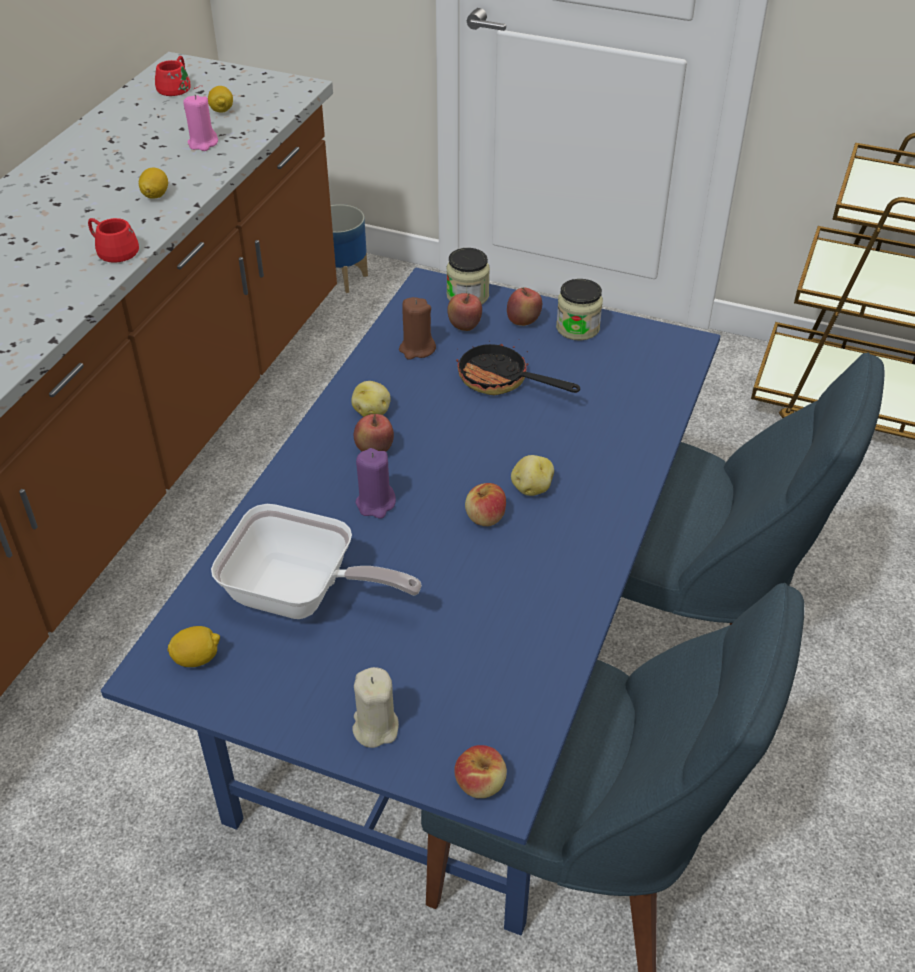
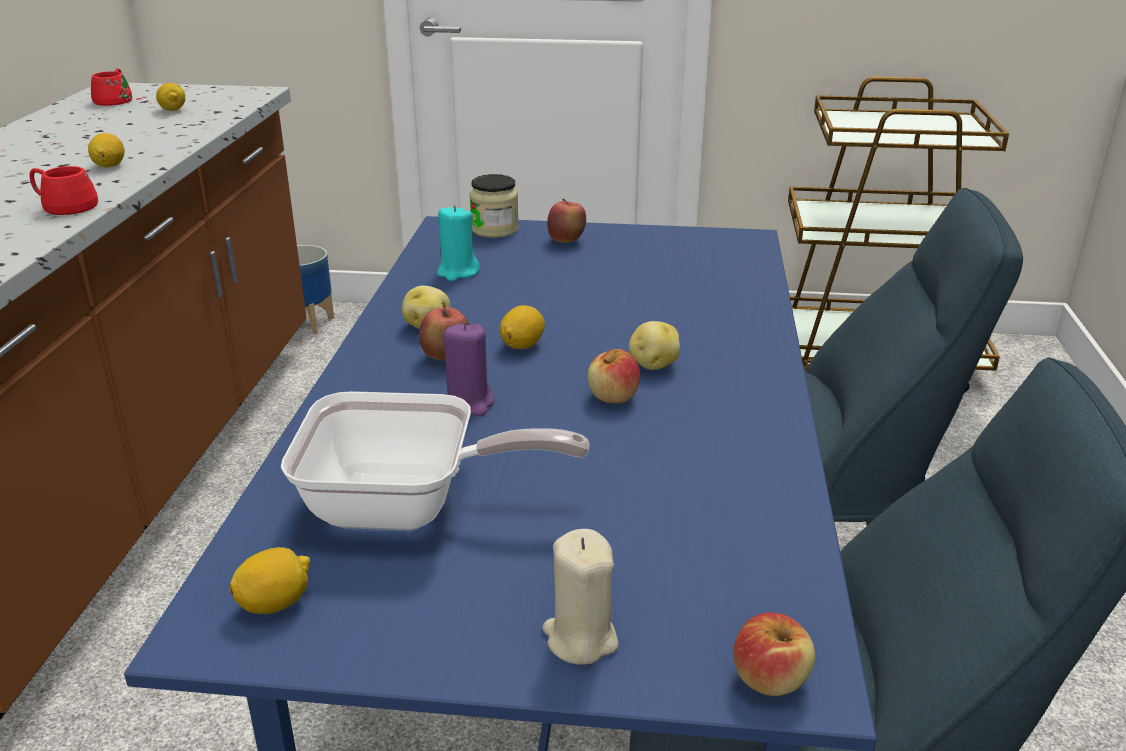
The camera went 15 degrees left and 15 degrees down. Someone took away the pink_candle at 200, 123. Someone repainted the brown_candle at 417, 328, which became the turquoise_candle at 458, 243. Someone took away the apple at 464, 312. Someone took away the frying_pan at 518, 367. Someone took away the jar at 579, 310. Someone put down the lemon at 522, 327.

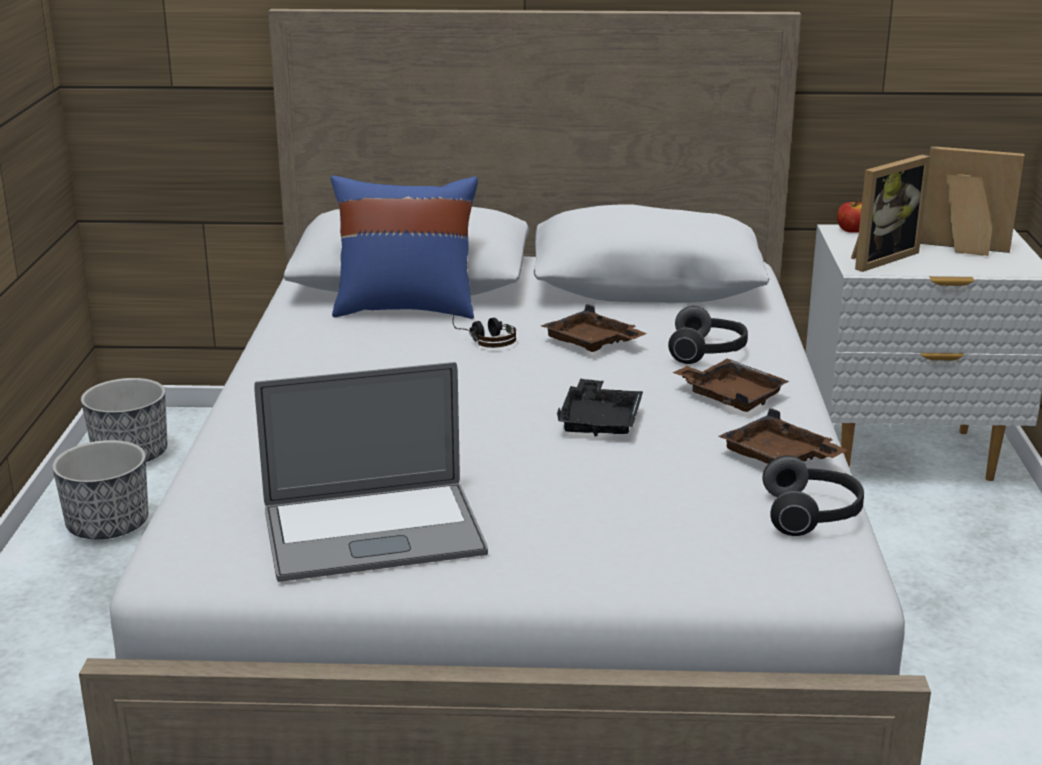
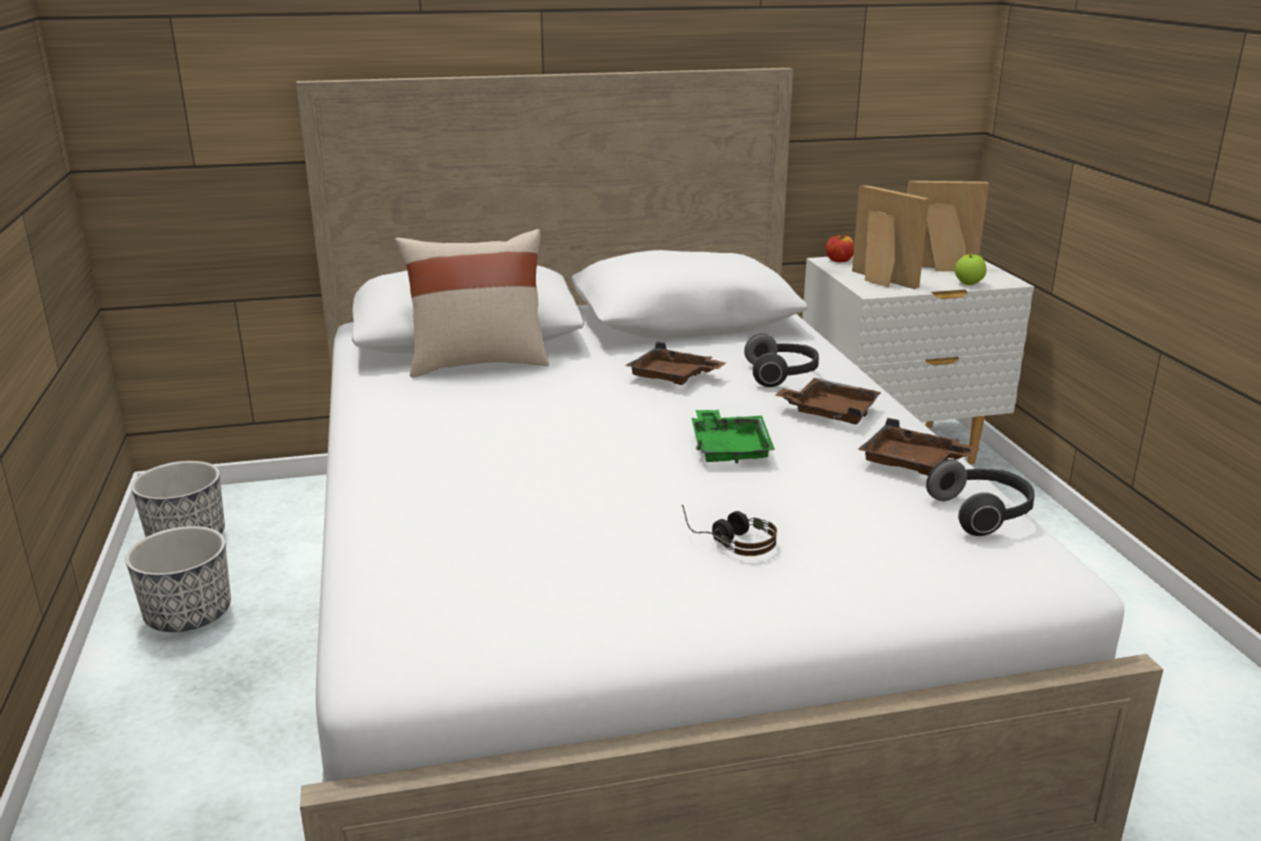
The camera went 15 degrees left and 0 degrees up. Someone took away the laptop at 371, 472. Someone repainted the blue_pillow at 404, 247, which became the beige_pillow at 472, 303. Someone carried the headphones from 484, 328 to 729, 530. Someone repainted the black_tray at 600, 407, which became the green_tray at 733, 437. Someone rotated the picture_frame at 891, 213 by 75 degrees counterclockwise. Someone put down the apple at 971, 269.

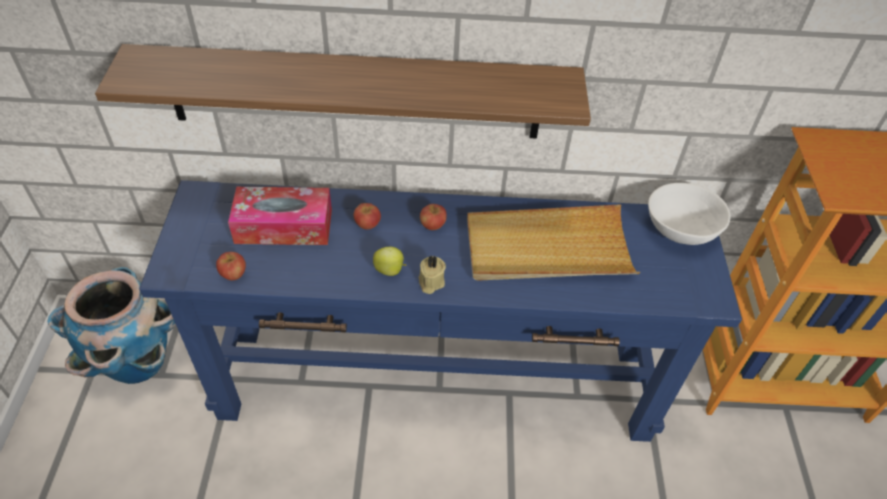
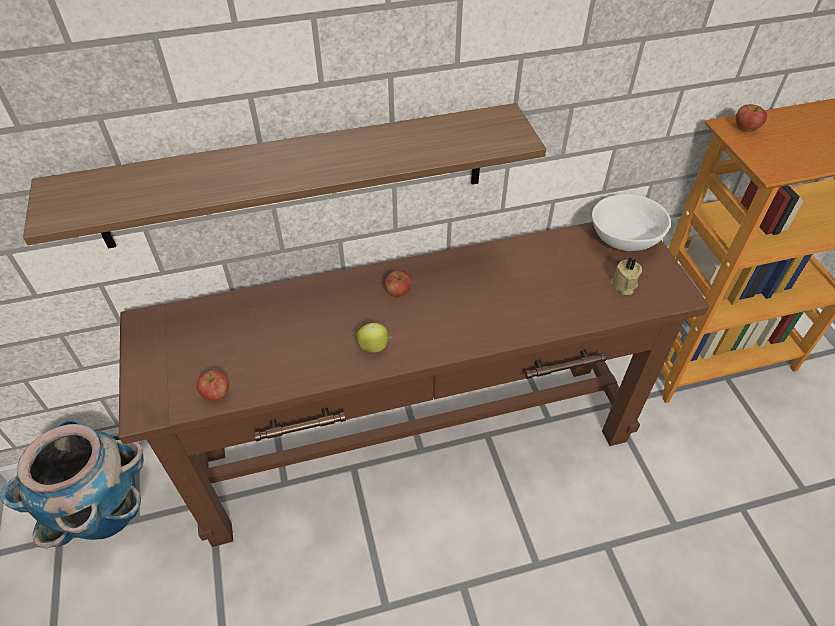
The camera went 15 degrees left and 0 degrees up. Someone repainted the blue_console_table at 440, 311, which became the brown_console_table at 413, 384. Someone took away the tissue_box at 280, 216. Someone carried the apple from 367, 216 to 751, 118. Someone carried the beige_candle from 432, 275 to 626, 276. Someone took away the beige_tray at 553, 242.

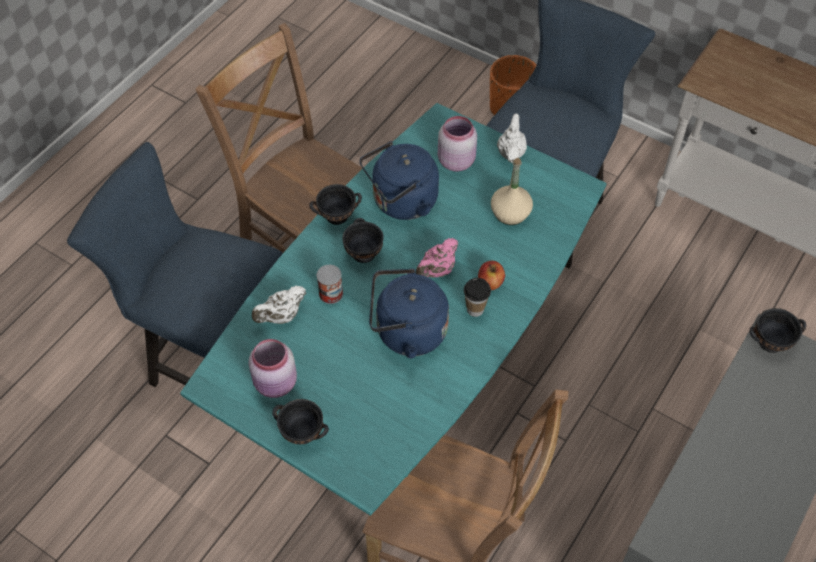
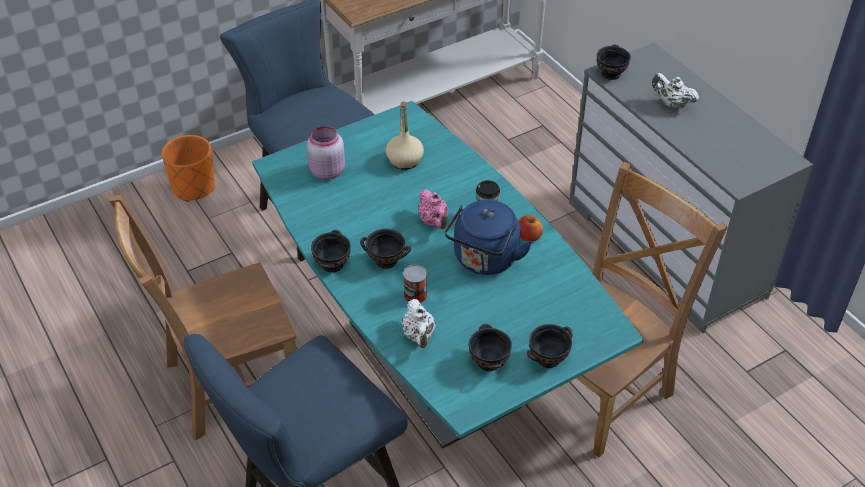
The camera went 65 degrees left and 10 degrees down. Someone swapped the pink_jar at 272, 368 for the black_bowl at 490, 347. Someone took away the blue_kettle at 399, 180. Someone carried the apple from 491, 275 to 531, 228. Someone carried the white_teapot from 512, 138 to 675, 91.

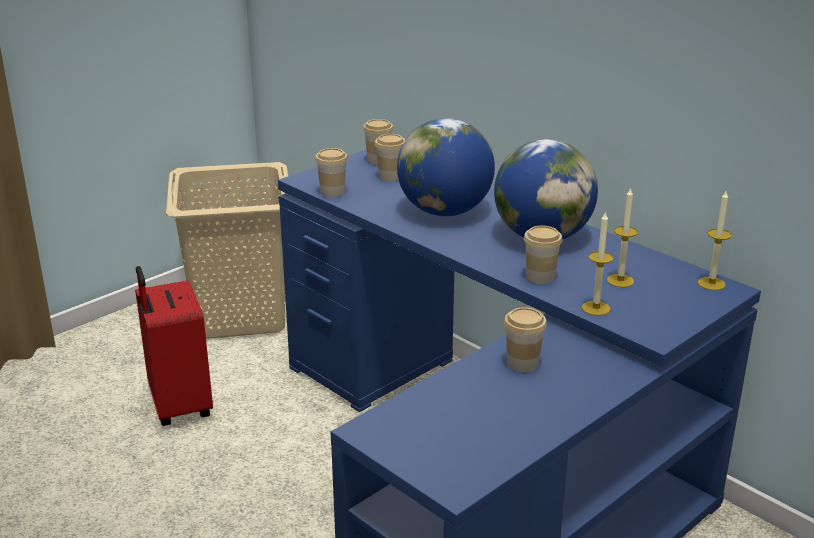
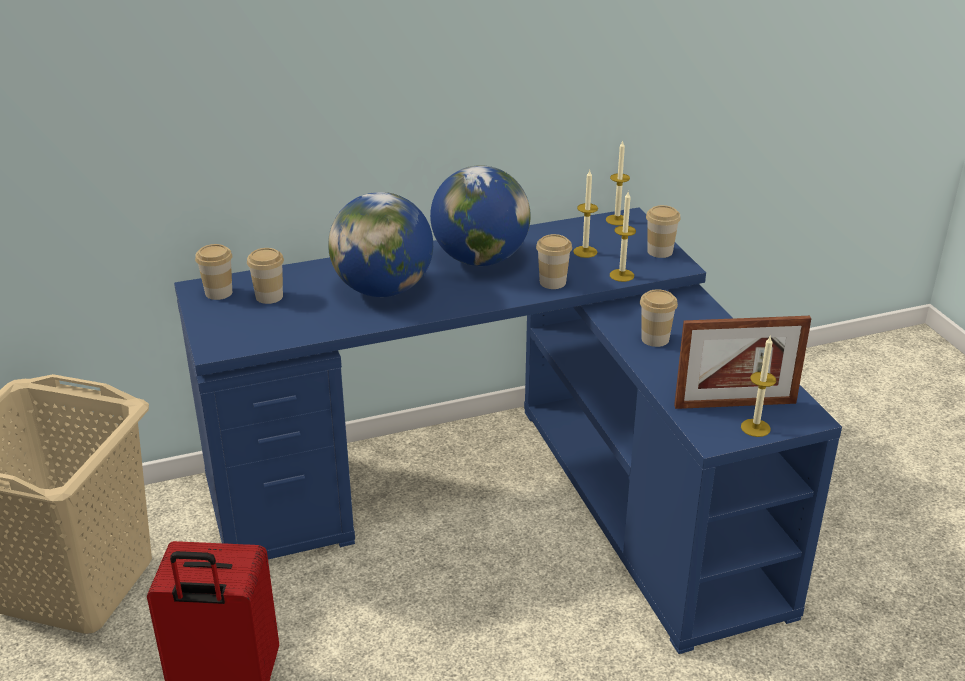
The camera went 65 degrees left and 5 degrees up. Someone carried the cup from 331, 173 to 663, 231. Someone put down the picture_frame at 742, 362. Someone put down the candle at 758, 386.

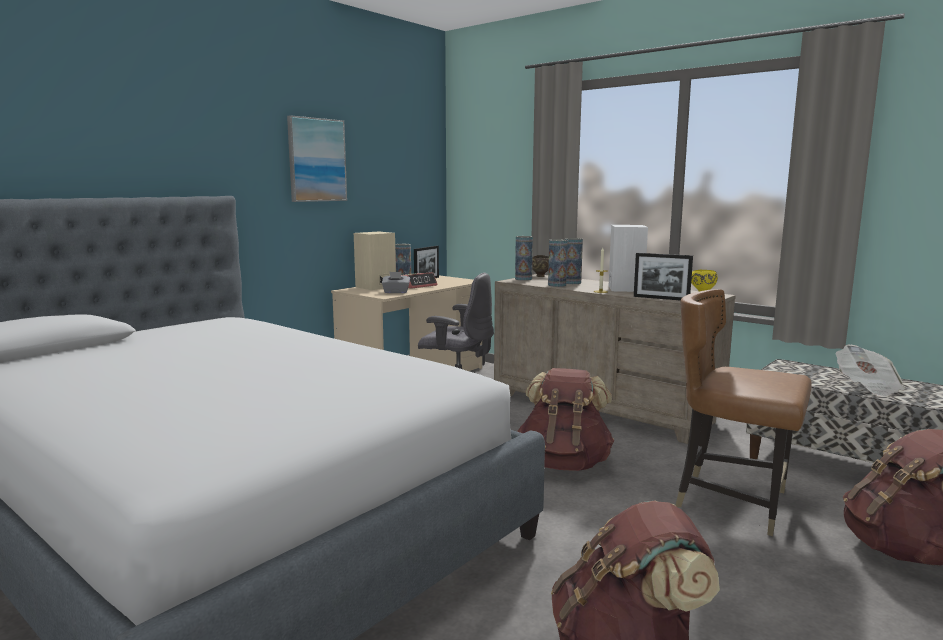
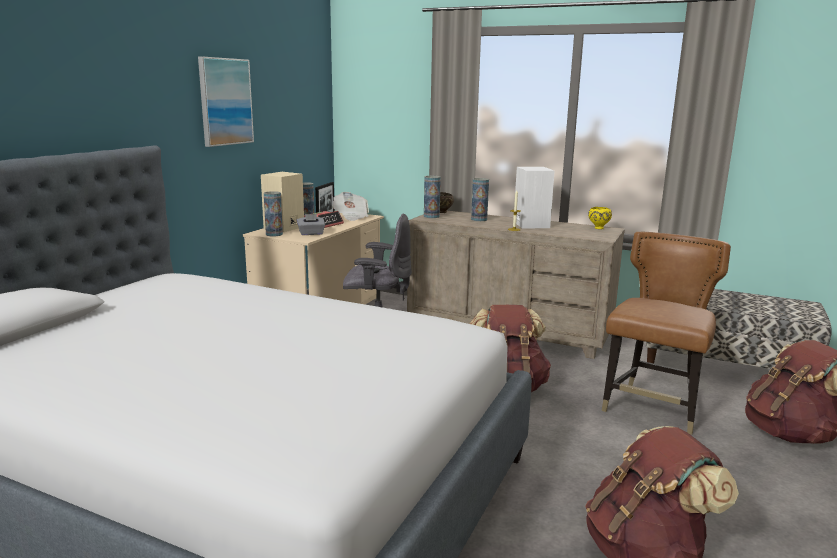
The camera went 15 degrees left and 5 degrees up. Someone carried the vase from 558, 263 to 273, 213. Someone took away the picture_frame at 663, 277. Someone rotated the brown_chair at 743, 412 by 105 degrees clockwise. Someone carried the newspaper from 870, 371 to 350, 206.

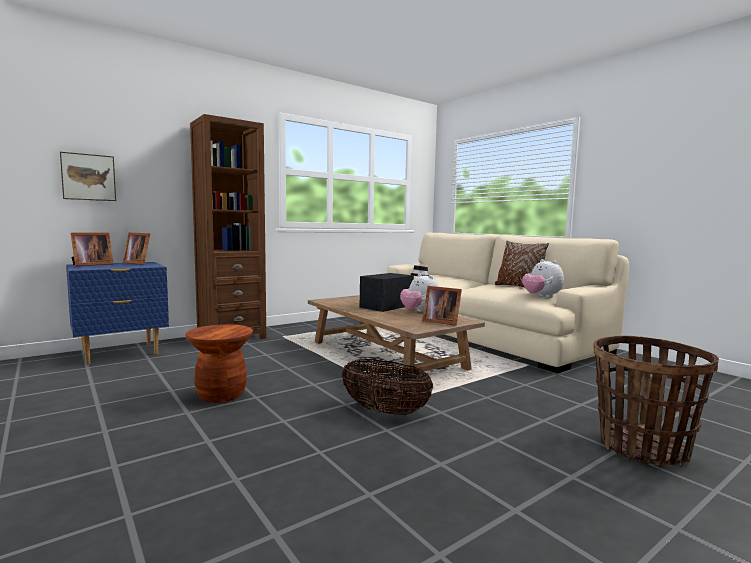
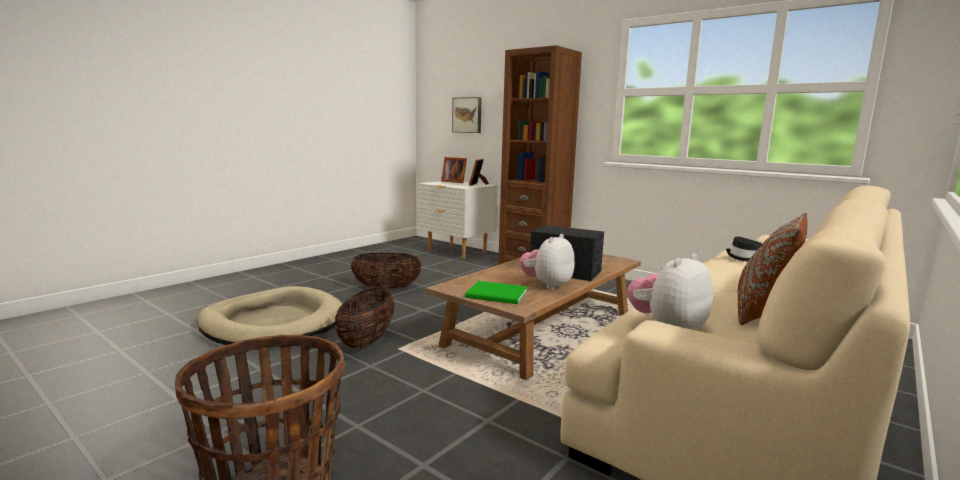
The camera went 75 degrees right and 5 degrees up. Someone repainted the blue_nightstand at 117, 313, which became the white_nightstand at 458, 220. Someone swapped the brown_stool at 219, 363 for the basket at 386, 271. Someone swapped the picture_frame at 442, 306 for the green_book at 496, 292. Someone put down the beige_dog_bed at 269, 315.

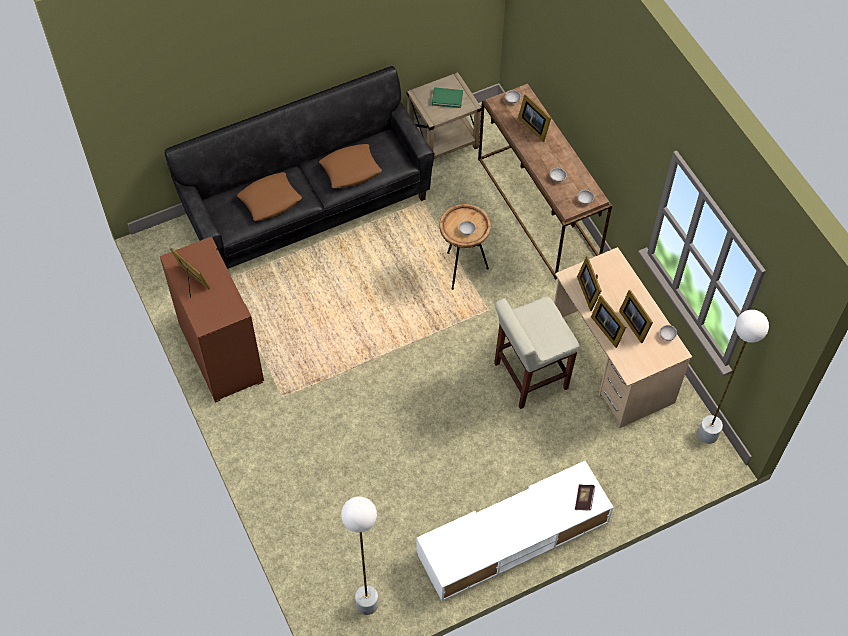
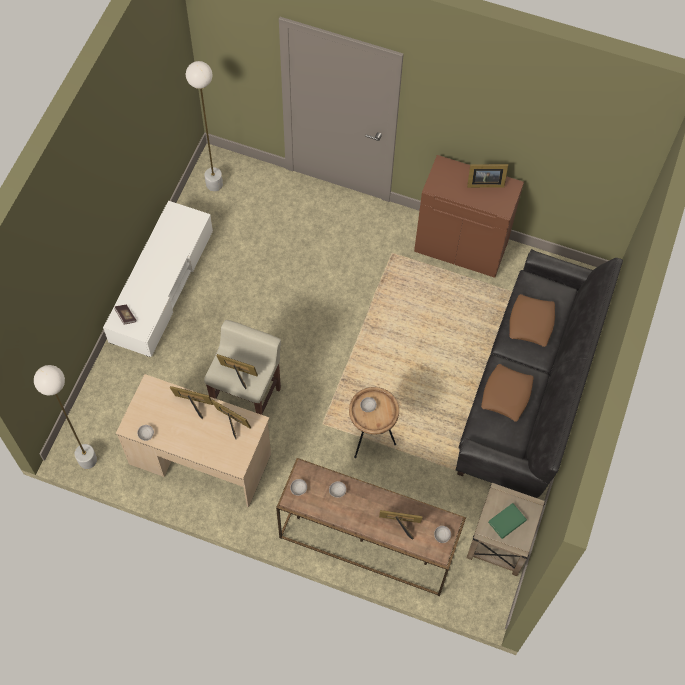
The camera went 135 degrees right and 5 degrees up. Someone carried the picture_frame from 636, 316 to 237, 371.

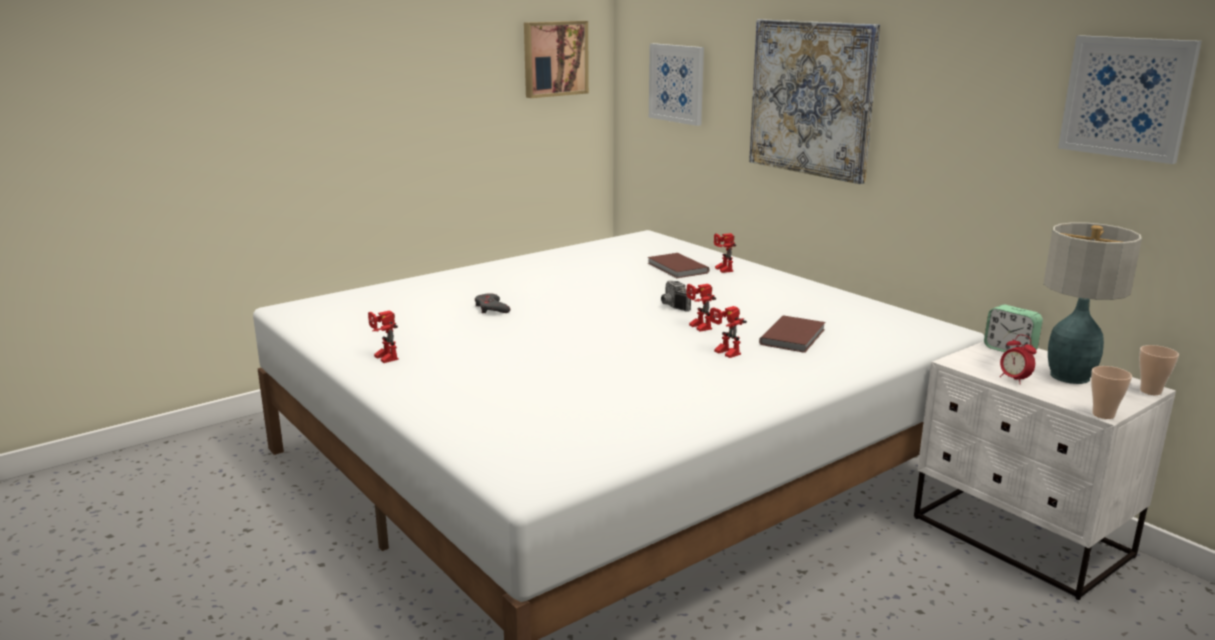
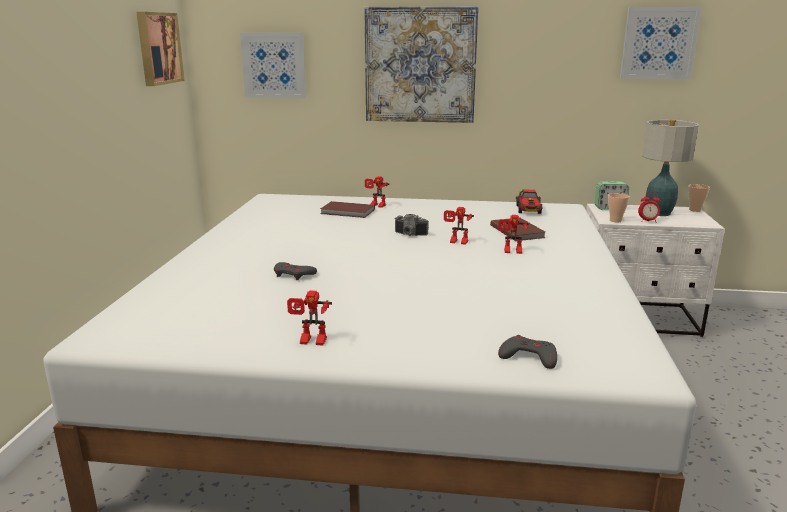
The camera went 45 degrees left and 0 degrees up. Someone carried the cup from 1111, 392 to 619, 207. Someone put down the grey_game_controller at 527, 352. Someone put down the toy_car at 529, 201.

